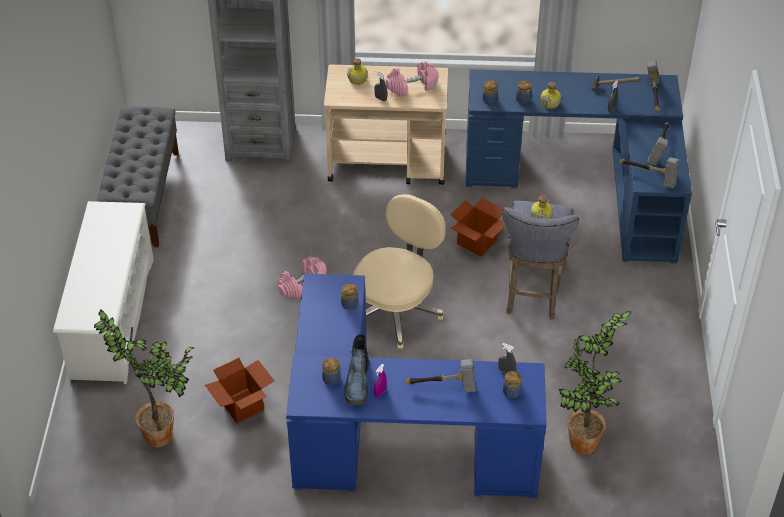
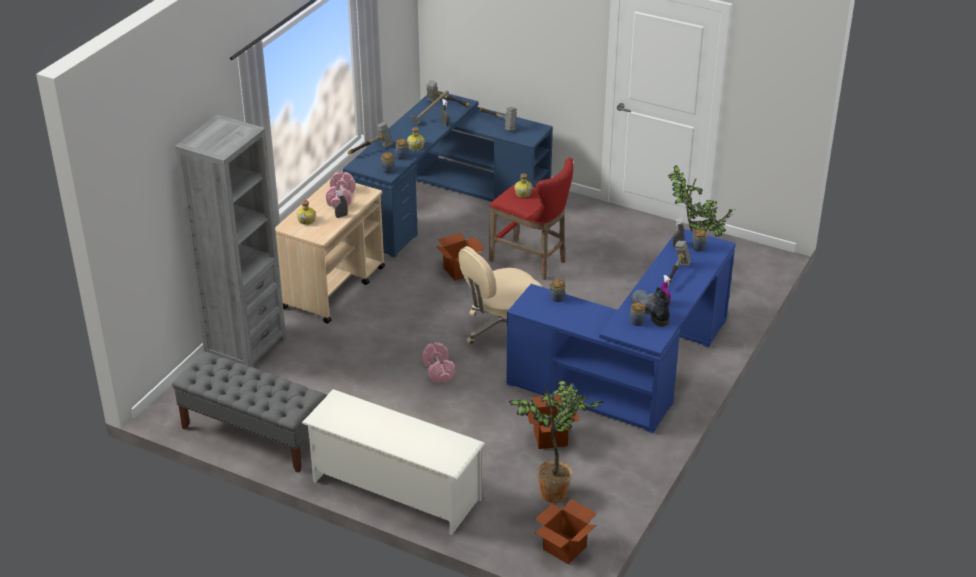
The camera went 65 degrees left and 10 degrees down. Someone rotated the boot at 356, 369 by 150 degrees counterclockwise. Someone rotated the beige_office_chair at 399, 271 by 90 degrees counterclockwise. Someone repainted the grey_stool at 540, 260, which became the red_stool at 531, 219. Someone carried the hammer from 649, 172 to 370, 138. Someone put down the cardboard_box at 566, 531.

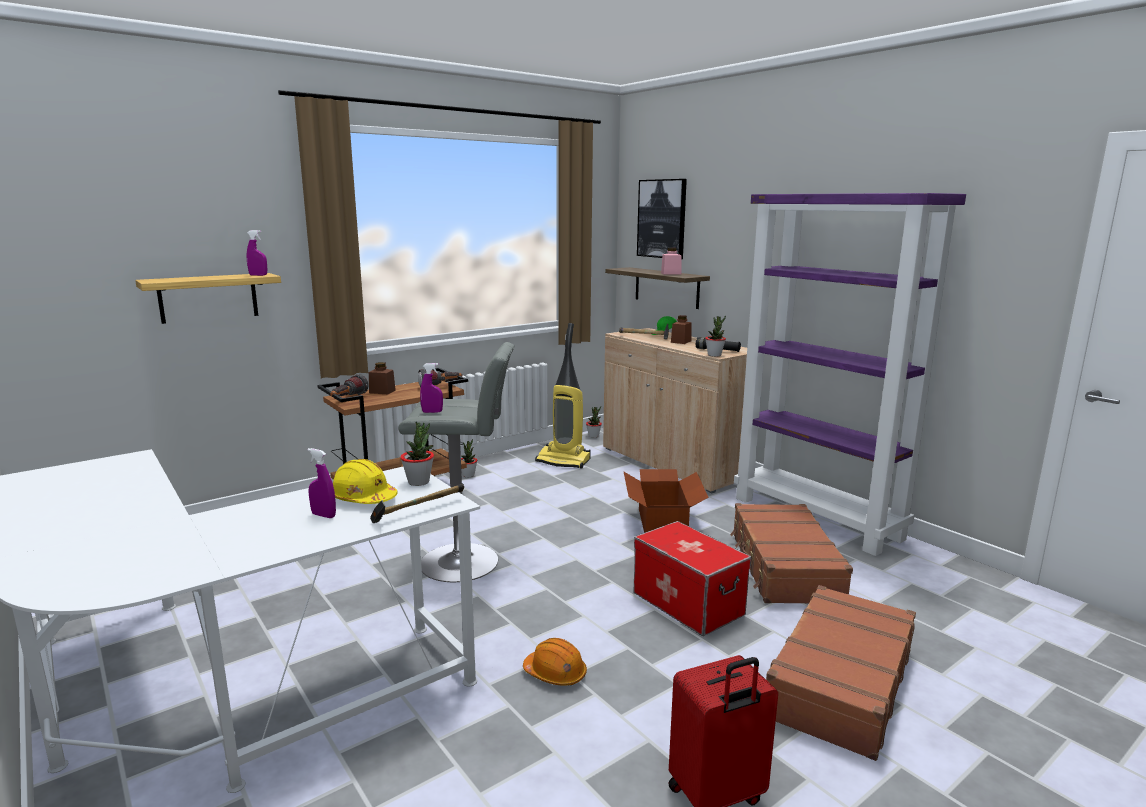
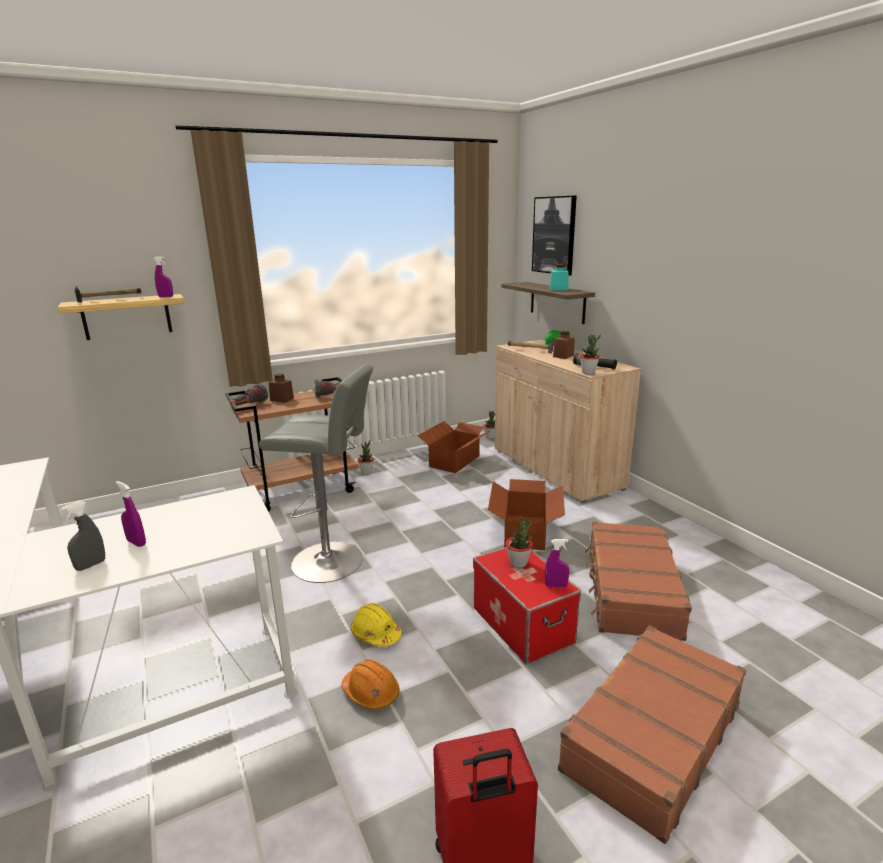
The camera went 10 degrees right and 5 degrees up. Someone carried the yellow_hard_hat from 365, 481 to 376, 625. Someone carried the hammer from 417, 503 to 108, 294. Someone carried the potted_plant from 417, 454 to 519, 542. Someone carried the purple_spray_bottle from 431, 388 to 557, 563. Someone swapped the vacuum_cleaner at 563, 396 for the cardboard_box at 454, 447. Someone repainted the pink_jar at 671, 261, which became the turquoise_jar at 559, 277. Someone took away the purple_bookcase at 850, 374. Someone put down the grey_spray_bottle at 83, 536.

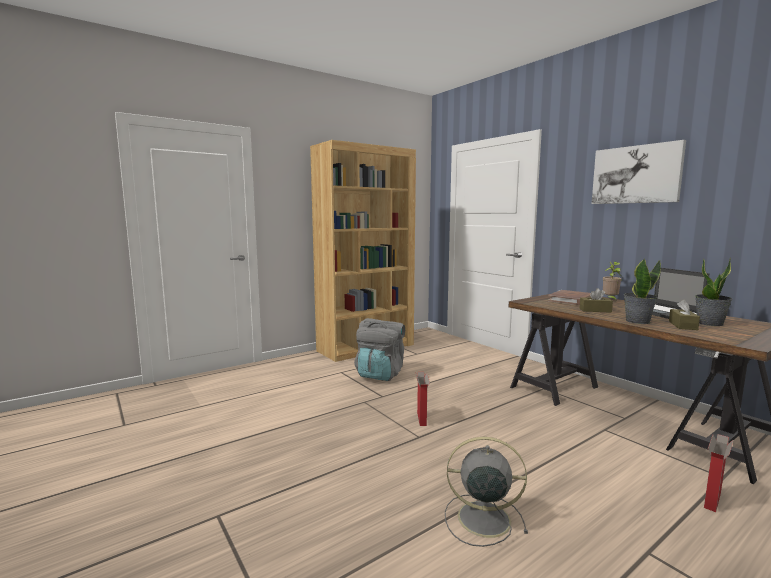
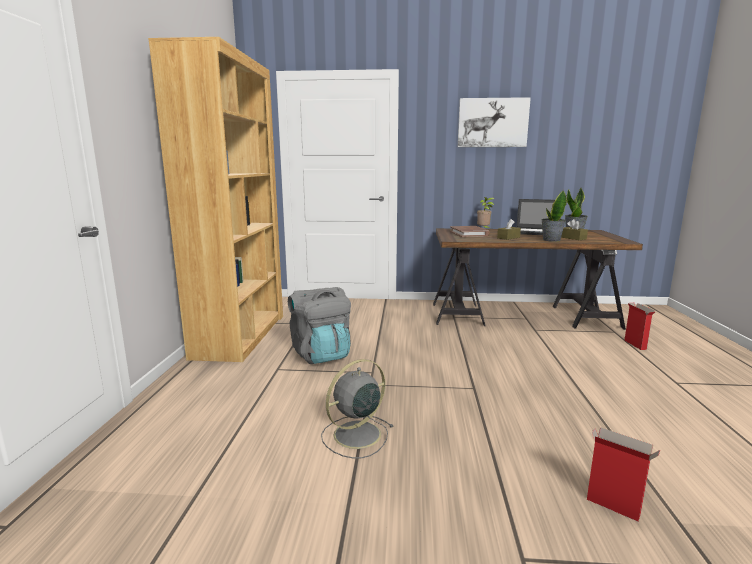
The camera went 50 degrees left and 5 degrees up. Someone carried the cardboard_box from 423, 399 to 623, 474. Someone carried the grey_fan from 486, 492 to 357, 408.

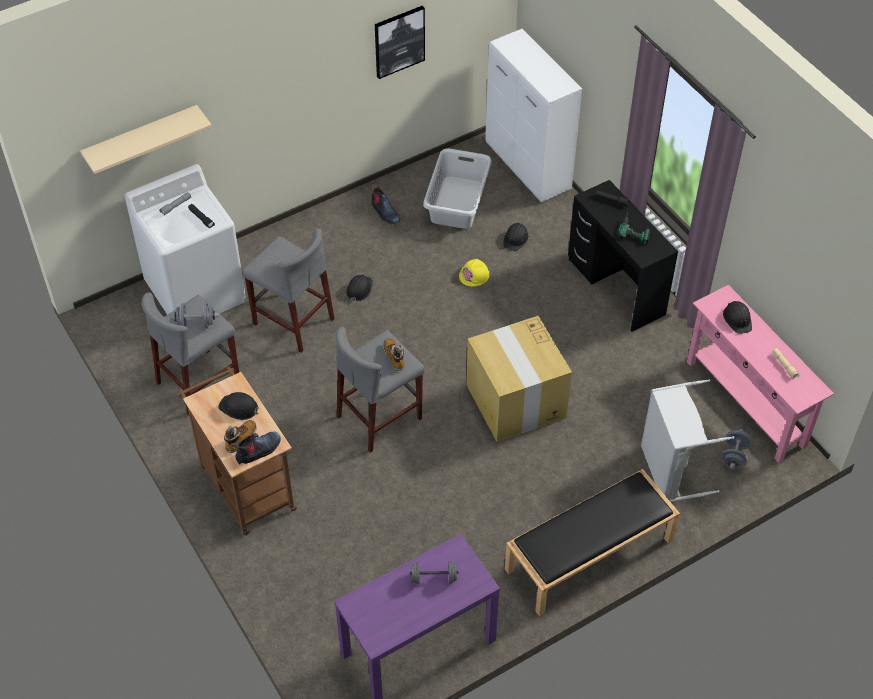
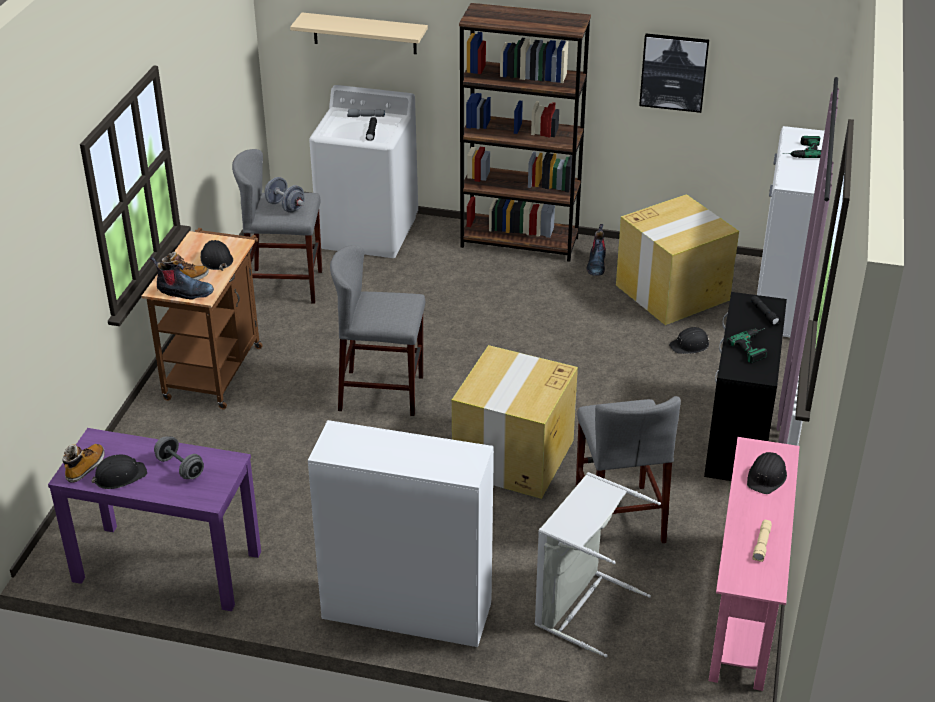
The camera went 45 degrees right and 15 degrees down. Someone carried the grey_stool from 289, 290 to 628, 469. Someone carried the black_hard_hat from 359, 288 to 119, 472. Someone carried the boot from 394, 354 to 83, 463. Someone swapped the grey_laundry_basket at 457, 188 for the cardboard_box at 677, 259. Someone took away the yellow_hard_hat at 474, 273. Someone swapped the black_bench at 592, 542 for the white_cabinet at 401, 533. Someone took away the grey_dumbbell at 736, 449. Someone put down the brown_bookcase at 525, 132. Someone put down the power_drill at 802, 147.

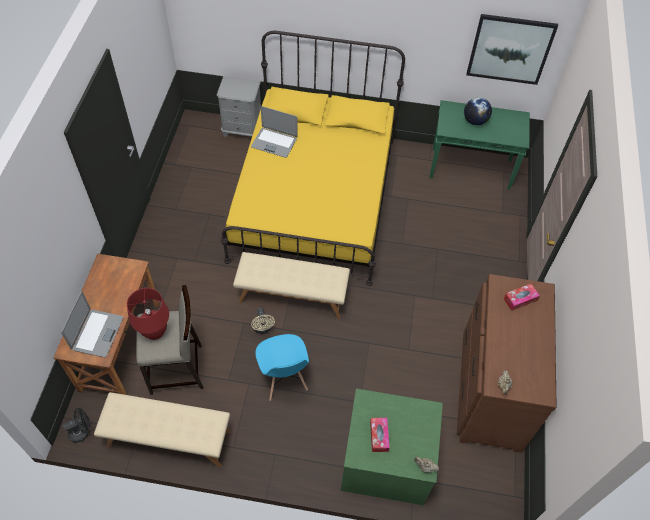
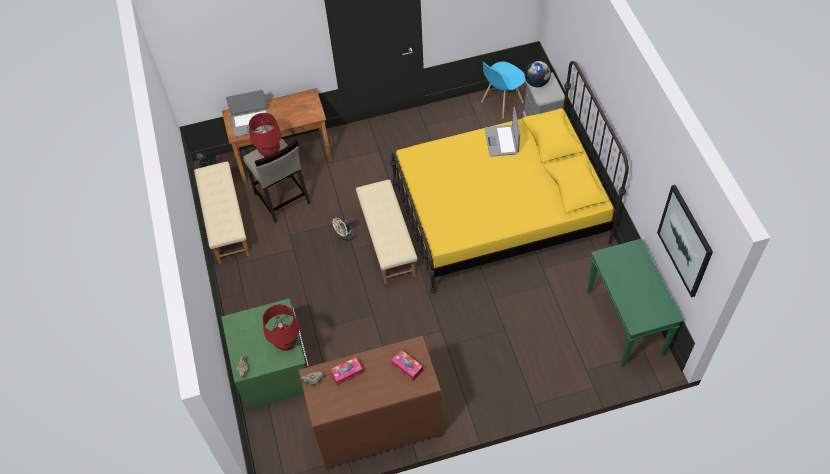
The camera went 70 degrees right and 0 degrees up. Someone carried the blue_chair from 282, 367 to 503, 89. Someone carried the tissue_box from 380, 435 to 346, 371. Someone carried the globe from 478, 111 to 538, 74. Someone put down the red_table_lamp at 281, 327.

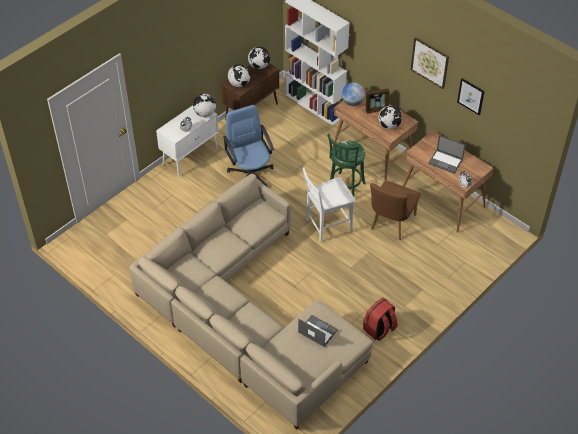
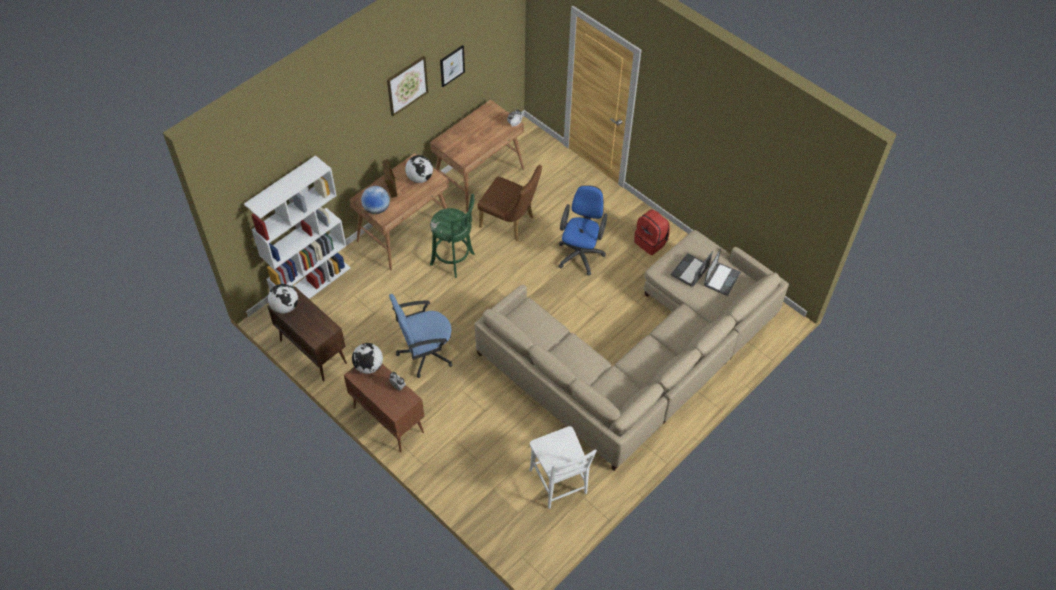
The camera went 90 degrees left and 5 degrees up. Someone repainted the white_cabinet at 187, 141, which became the brown_cabinet at 384, 408. Someone took away the globe at 239, 75. Someone carried the white_chair from 329, 205 to 563, 467. Someone carried the laptop from 447, 154 to 722, 272. Someone put down the blue_office_chair at 582, 230.

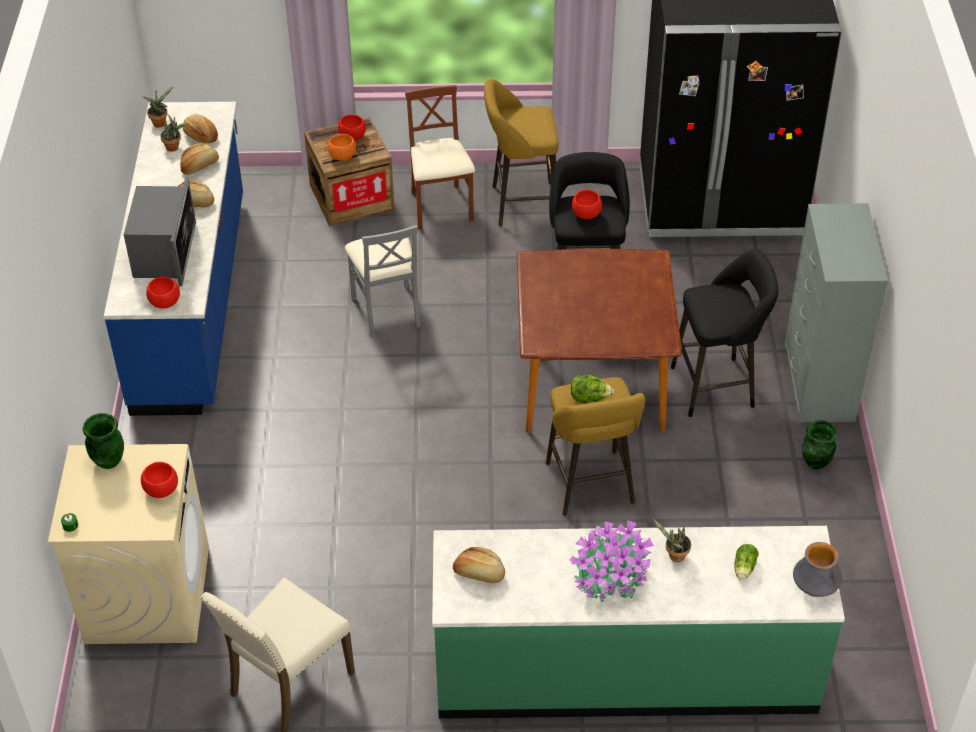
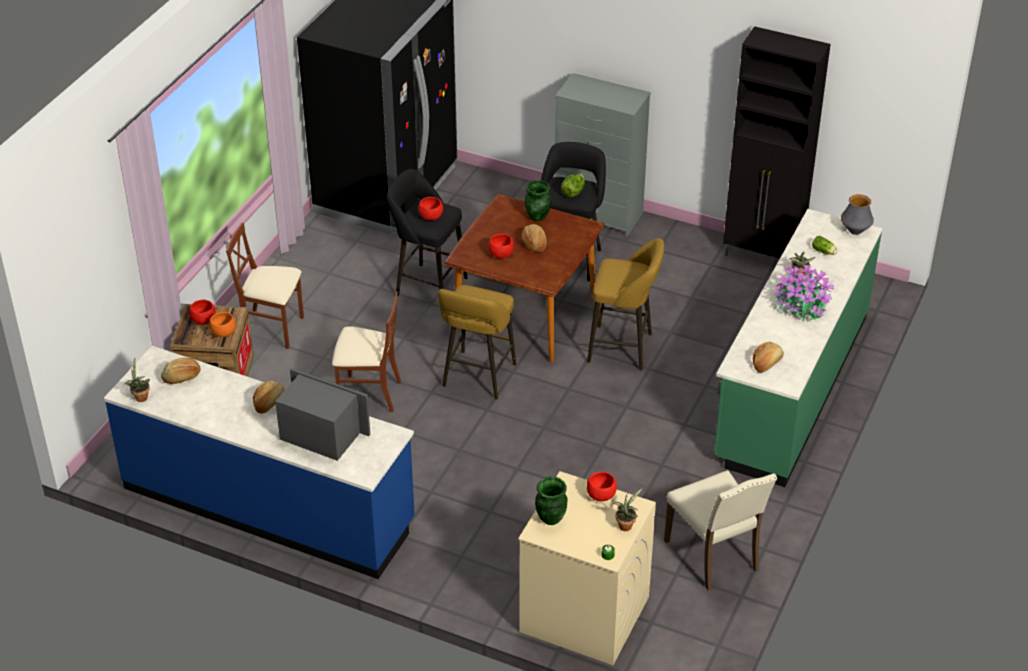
The camera went 65 degrees left and 5 degrees down. Someone carried the red_bowl from 163, 292 to 501, 246. Someone carried the potted_plant from 174, 133 to 627, 509. Someone carried the bread from 199, 159 to 534, 238. Someone repainted the grey_chair at 383, 281, which became the brown_chair at 366, 351. Someone carried the yellow_stool from 521, 153 to 477, 342. Someone carried the lettuce from 592, 389 to 573, 185. Someone carried the green_vase from 820, 445 to 538, 200. Someone put down the black_cabinet at 777, 142.

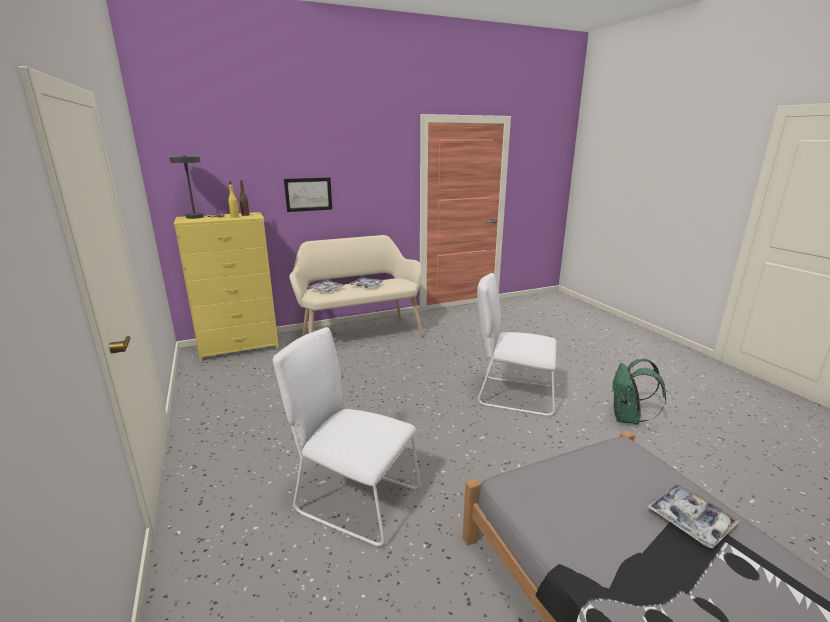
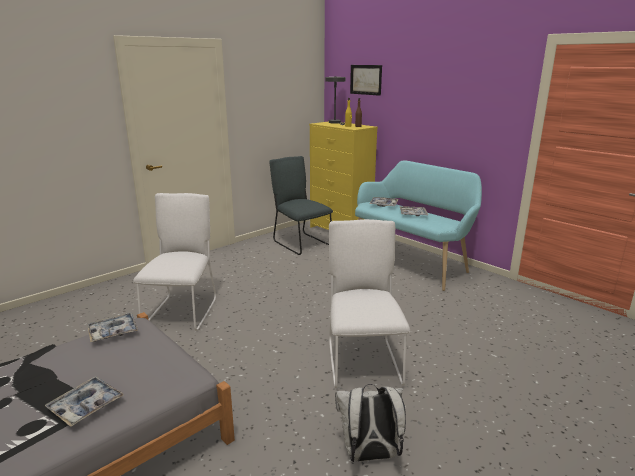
The camera went 70 degrees right and 0 degrees up. Someone carried the picture from 308, 194 to 366, 80. Someone repainted the beige_bench at 356, 286, which became the turquoise_bench at 418, 225. Someone repainted the green_backpack at 639, 392, which became the white_backpack at 370, 423. Someone put down the tray at 112, 327. Someone put down the grey_chair at 301, 205.

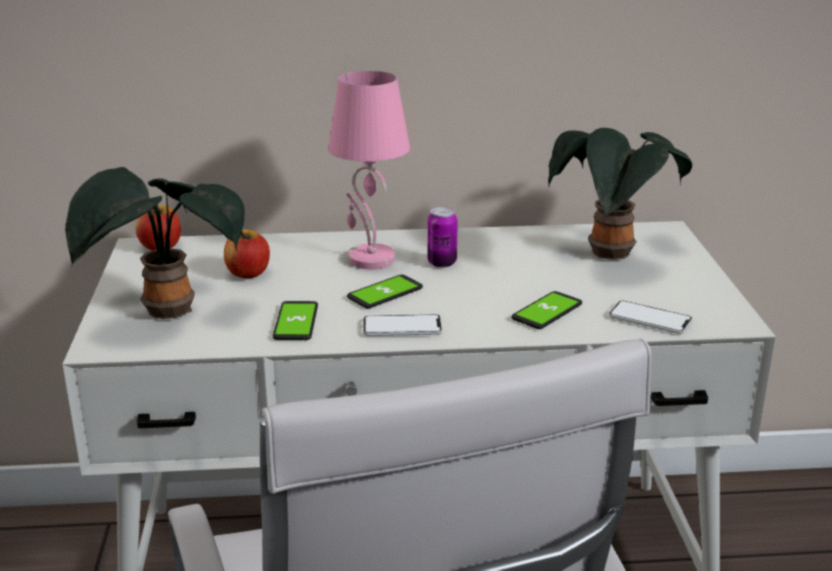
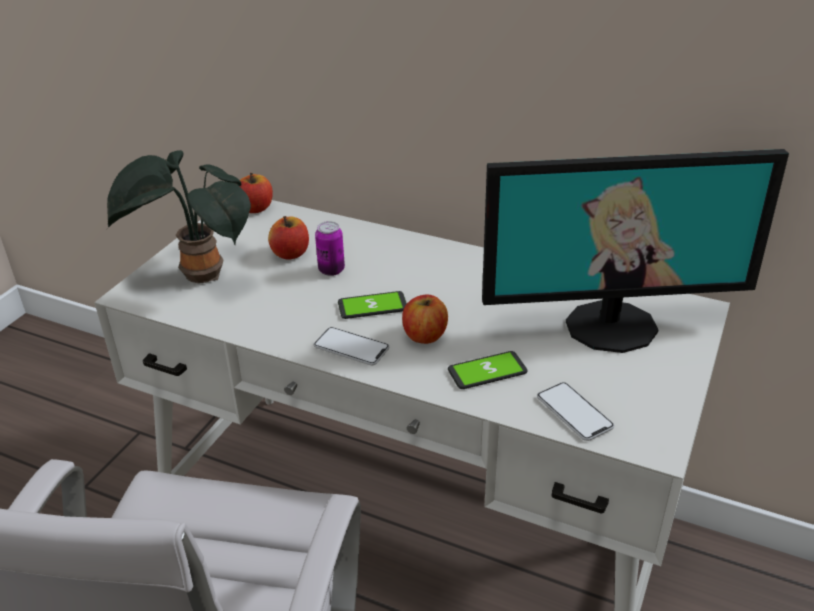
The camera went 30 degrees right and 10 degrees up. Someone took away the phone at 295, 320. Someone took away the pink_table_lamp at 369, 170. Someone carried the can from 443, 237 to 330, 248. Someone swapped the potted_plant at 620, 194 for the monitor at 635, 251. Someone put down the apple at 425, 319.

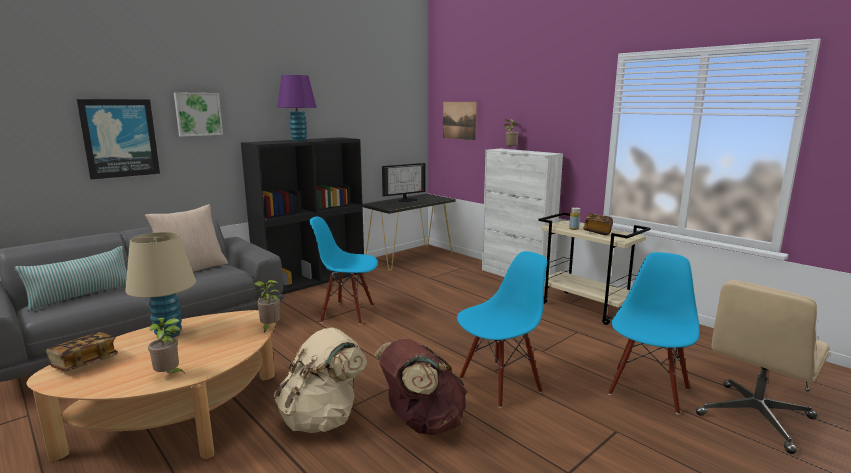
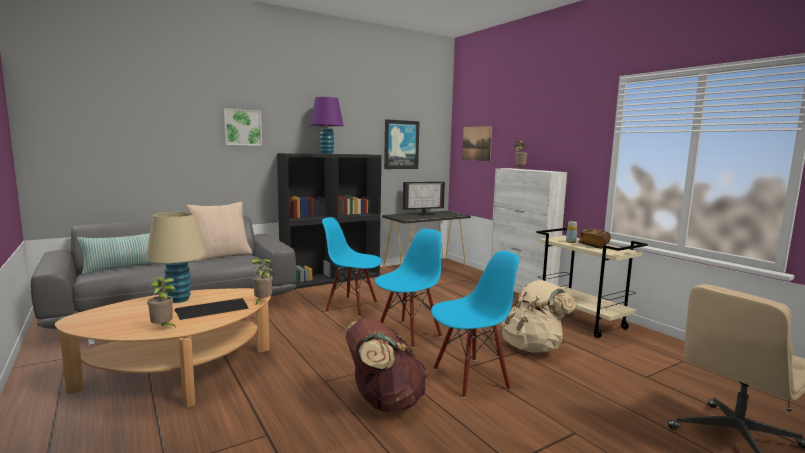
The camera went 10 degrees right and 5 degrees down. Someone took away the book at 82, 352. Someone carried the picture from 118, 139 to 402, 144. Someone carried the beige_backpack from 320, 380 to 539, 316. Someone carried the blue_chair from 654, 333 to 408, 288. Someone put down the keyboard at 212, 309.

